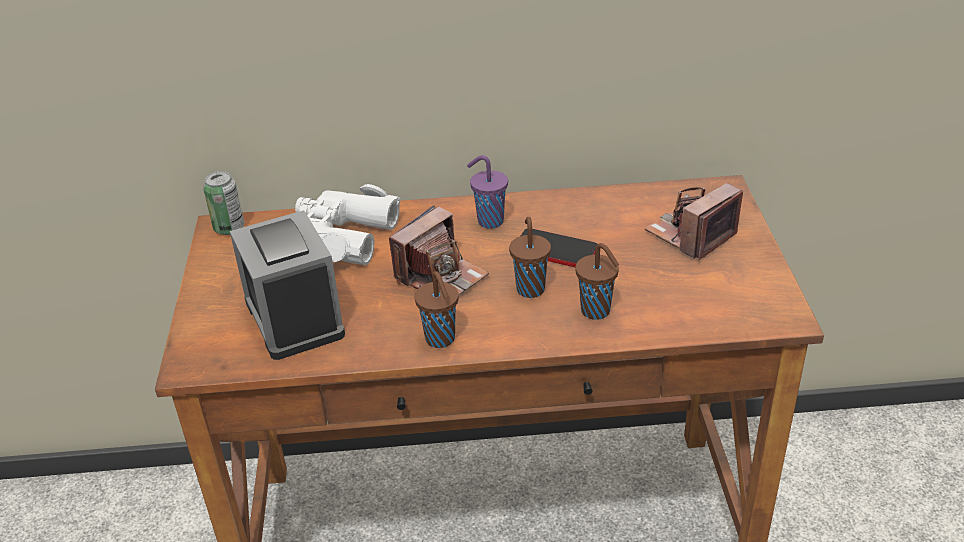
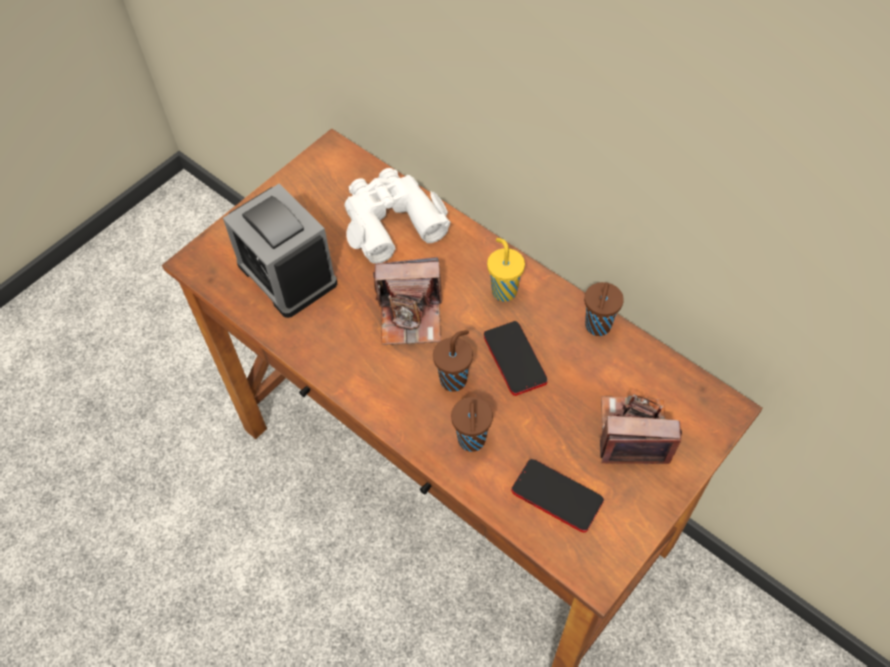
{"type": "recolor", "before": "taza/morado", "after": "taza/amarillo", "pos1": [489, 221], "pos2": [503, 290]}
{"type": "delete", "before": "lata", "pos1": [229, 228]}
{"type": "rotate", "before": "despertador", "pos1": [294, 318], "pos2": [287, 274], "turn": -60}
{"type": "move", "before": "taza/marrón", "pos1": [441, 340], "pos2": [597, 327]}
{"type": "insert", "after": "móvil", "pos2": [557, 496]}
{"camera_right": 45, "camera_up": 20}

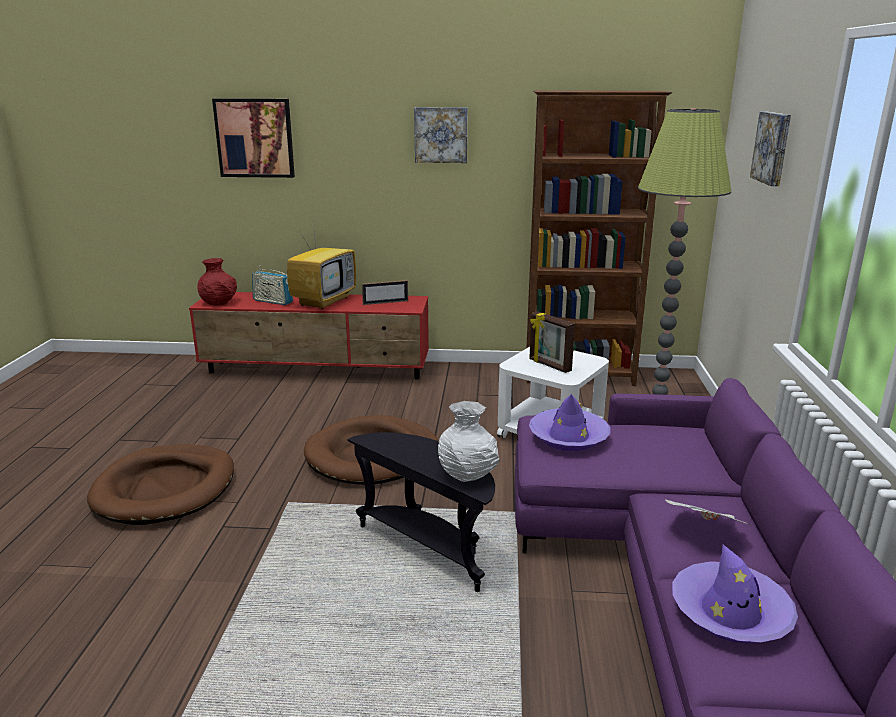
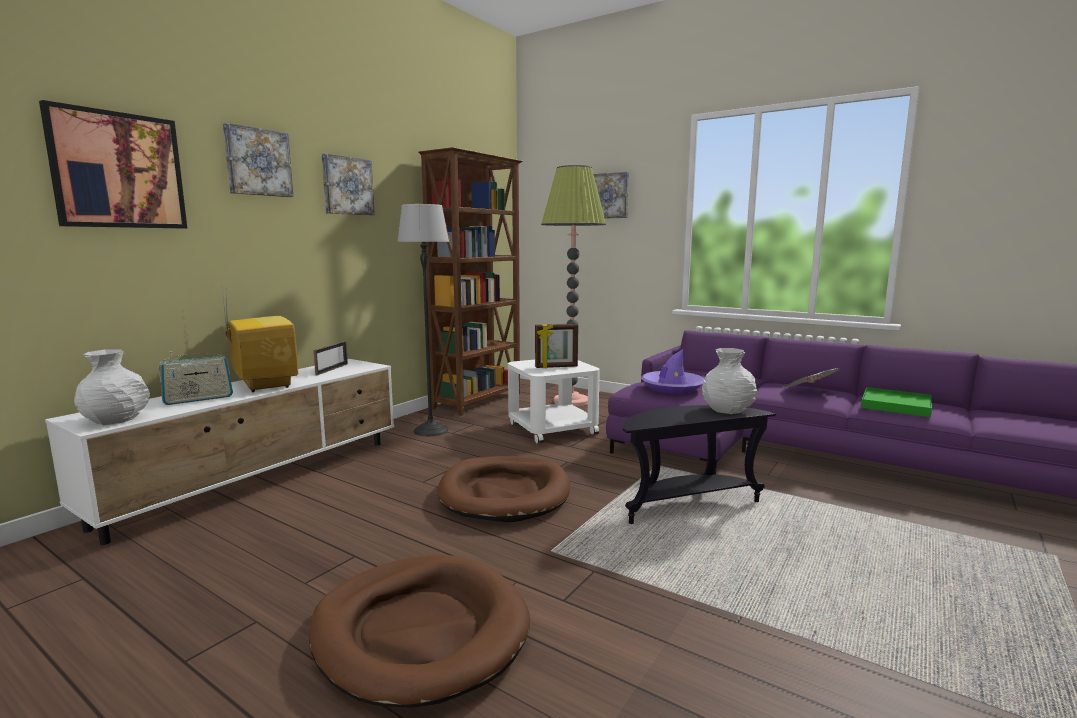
{"type": "recolor", "before": "florero/rojo", "after": "florero/blanco", "pos1": [219, 302], "pos2": [116, 419]}
{"type": "recolor", "before": "mueble de televisión/rojo", "after": "mueble de televisión/blanco", "pos1": [317, 370], "pos2": [260, 479]}
{"type": "replace", "before": "sombrero/morado", "after": "bandeja/verde", "pos1": [730, 612], "pos2": [895, 405]}
{"type": "insert", "after": "cuadro", "pos2": [257, 162]}
{"type": "insert", "after": "lámpara de pie", "pos2": [430, 430]}
{"camera_right": -60, "camera_up": -10}

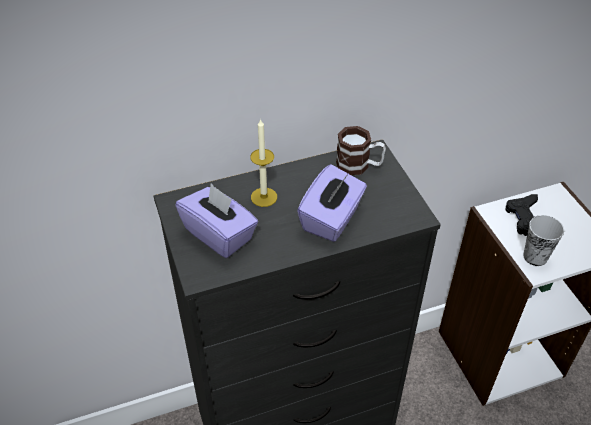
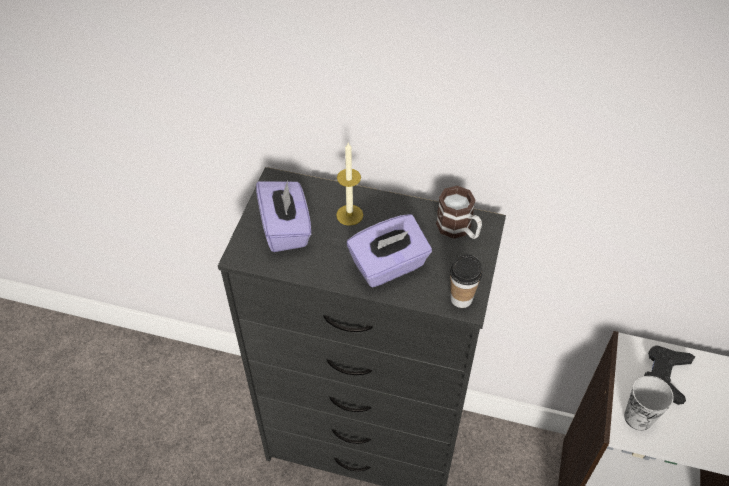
{"type": "insert", "after": "taza", "pos2": [461, 299]}
{"camera_right": 35, "camera_up": 5}

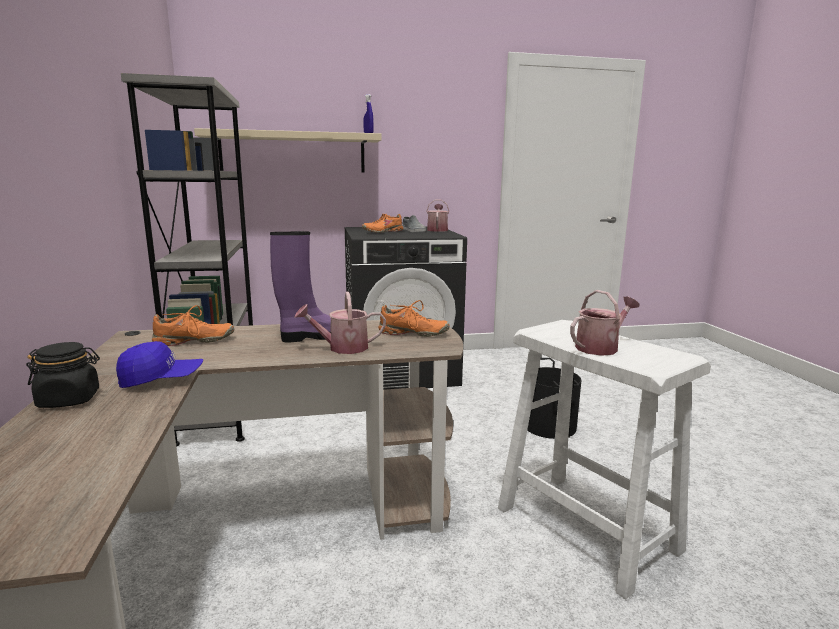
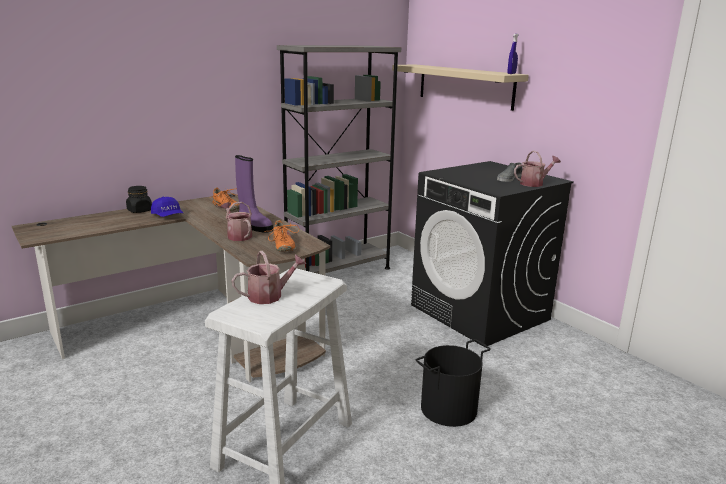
{"type": "delete", "before": "zapato/naranja", "pos1": [383, 231]}
{"type": "rotate", "before": "regadera", "pos1": [600, 347], "pos2": [270, 296], "turn": -60}
{"camera_right": 65, "camera_up": 5}

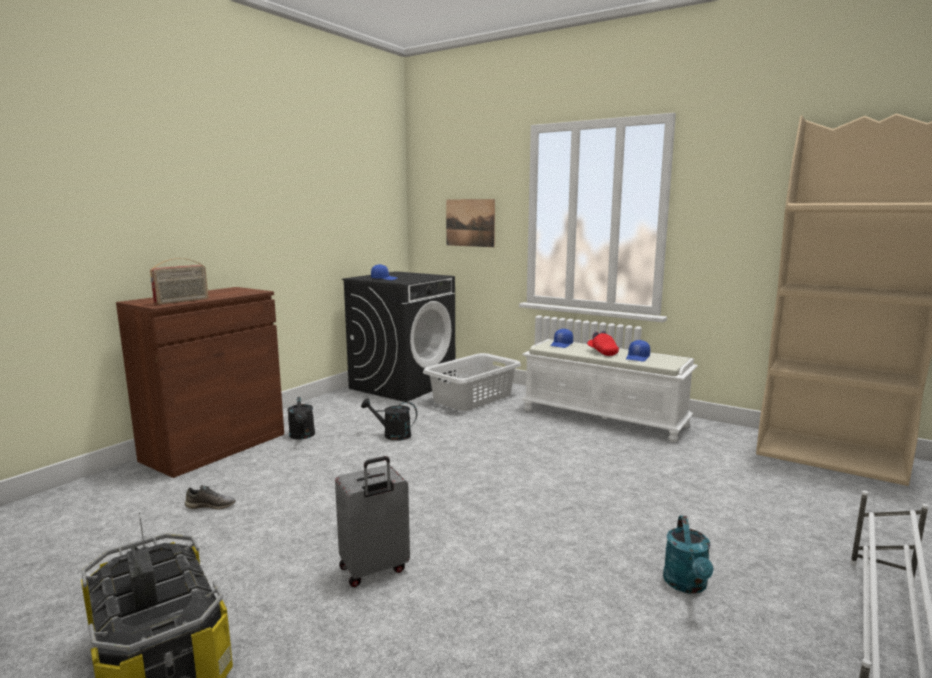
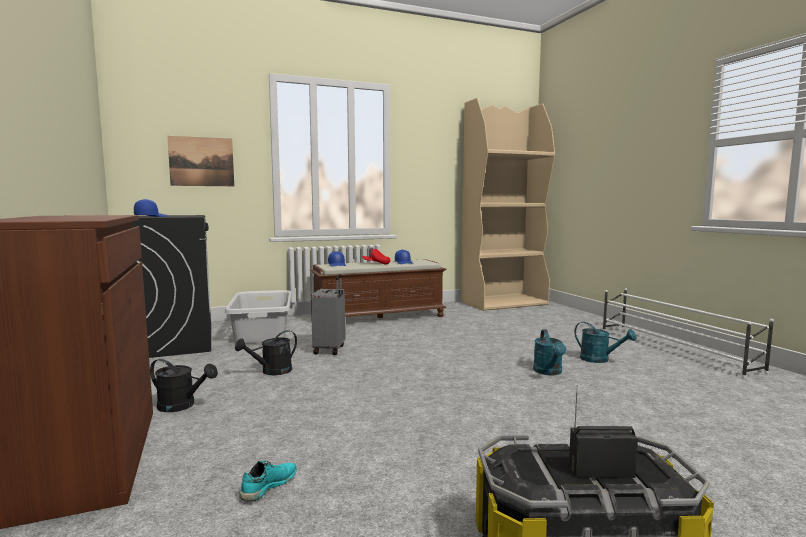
{"type": "delete", "before": "radio", "pos1": [182, 301]}
{"type": "recolor", "before": "banco/blanco", "after": "banco/marrón", "pos1": [604, 417], "pos2": [379, 317]}
{"type": "move", "before": "maleta/gris", "pos1": [374, 570], "pos2": [330, 349]}
{"type": "recolor", "before": "zapato/gris", "after": "zapato/turquesa", "pos1": [211, 505], "pos2": [268, 486]}
{"type": "insert", "after": "regadera/turquesa", "pos2": [549, 372]}
{"camera_right": -55, "camera_up": -5}

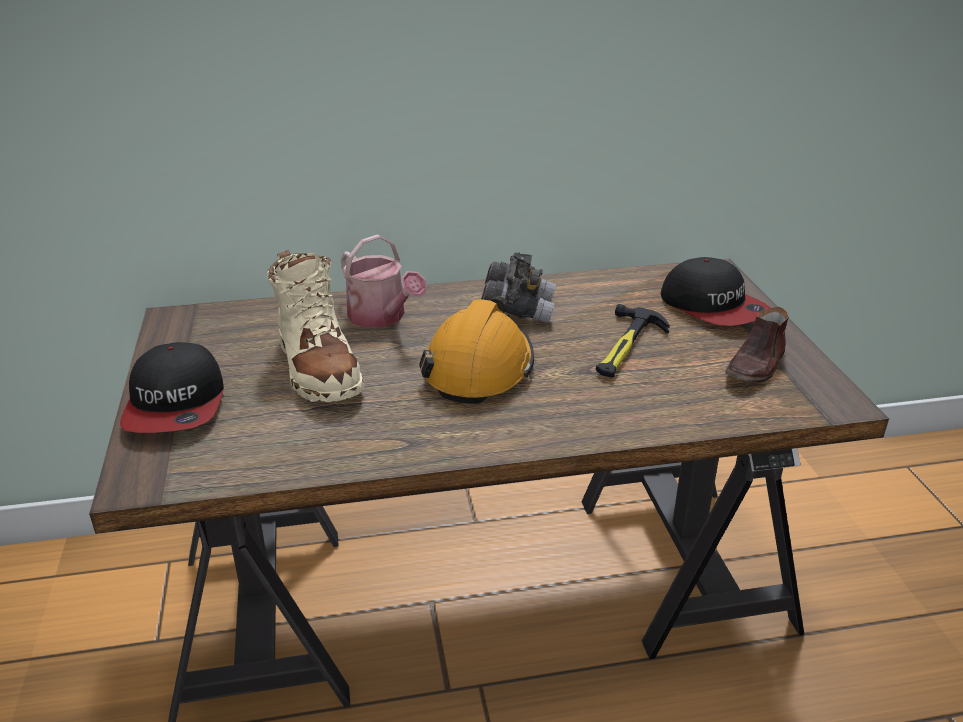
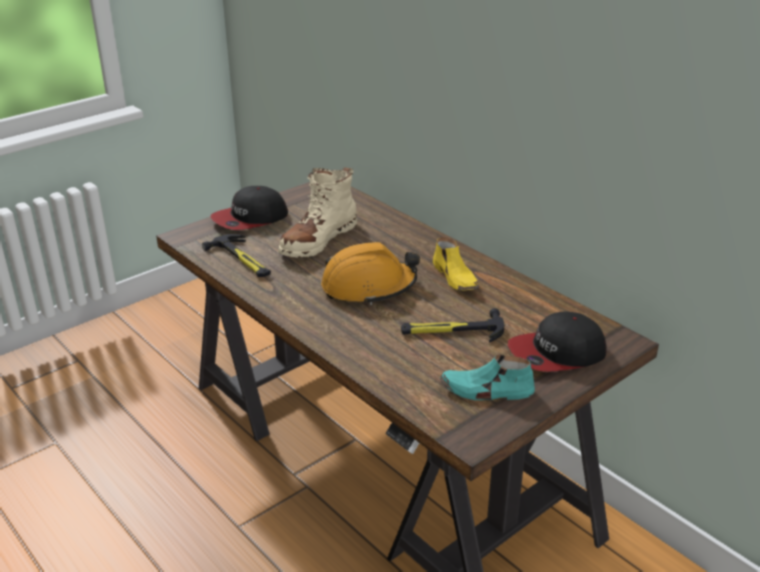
{"type": "delete", "before": "regadera", "pos1": [381, 317]}
{"type": "replace", "before": "prismáticos/gris", "after": "zapato/amarillo", "pos1": [517, 309], "pos2": [456, 278]}
{"type": "rotate", "before": "gorra", "pos1": [713, 307], "pos2": [557, 353], "turn": 45}
{"type": "recolor", "before": "zapato/marrón", "after": "zapato/turquesa", "pos1": [757, 365], "pos2": [486, 391]}
{"type": "insert", "after": "martillo", "pos2": [242, 259]}
{"camera_right": 60, "camera_up": 0}

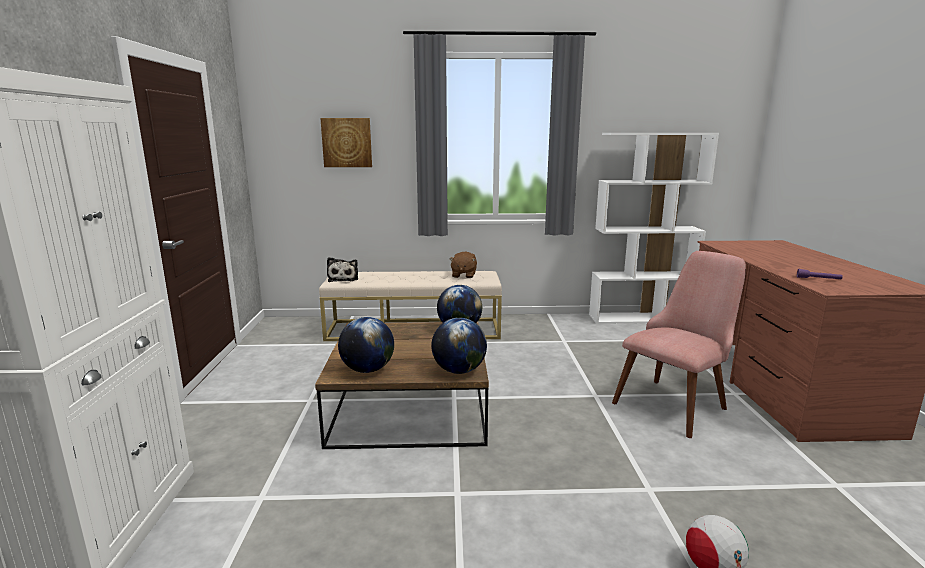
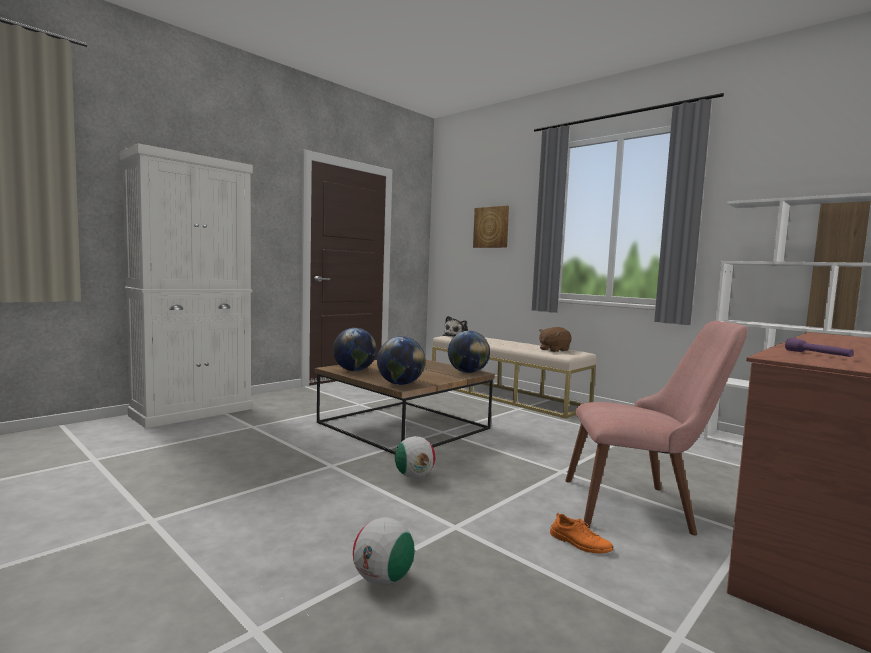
{"type": "insert", "after": "balón de fútbol", "pos2": [414, 476]}
{"type": "insert", "after": "zapato/naranja", "pos2": [580, 543]}
{"camera_right": 45, "camera_up": -10}

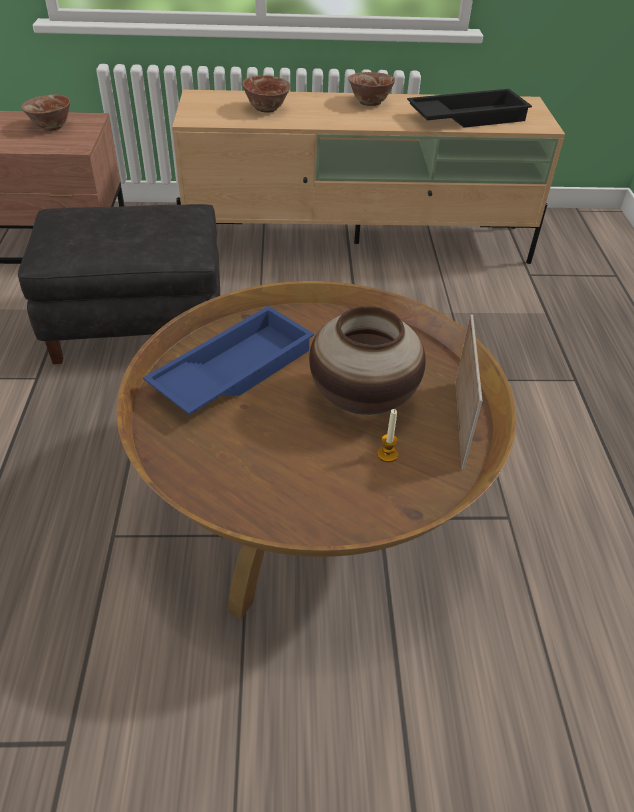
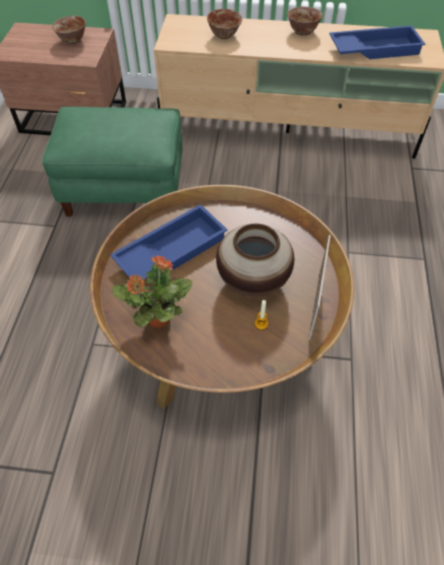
{"type": "recolor", "before": "bandeja/negro", "after": "bandeja/azul", "pos1": [467, 117], "pos2": [374, 48]}
{"type": "recolor", "before": "puf/negro", "after": "puf/verde", "pos1": [139, 323], "pos2": [125, 188]}
{"type": "insert", "after": "planta en maceta", "pos2": [158, 318]}
{"camera_right": 10, "camera_up": 10}

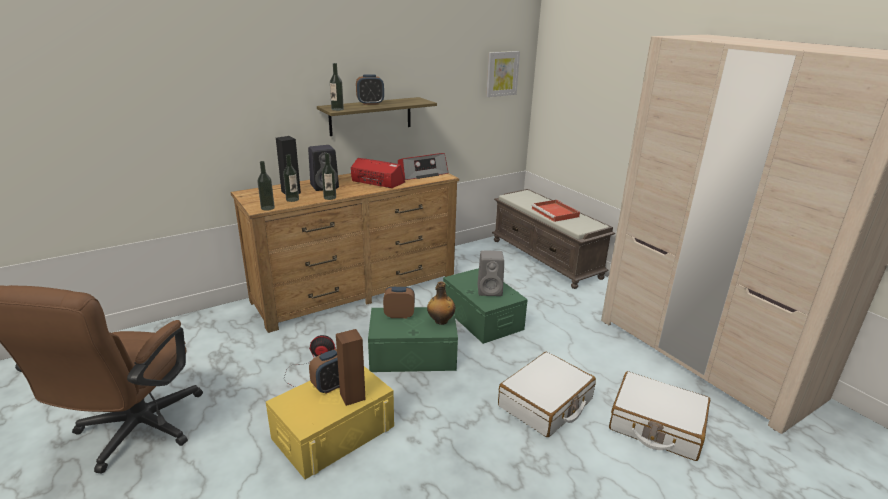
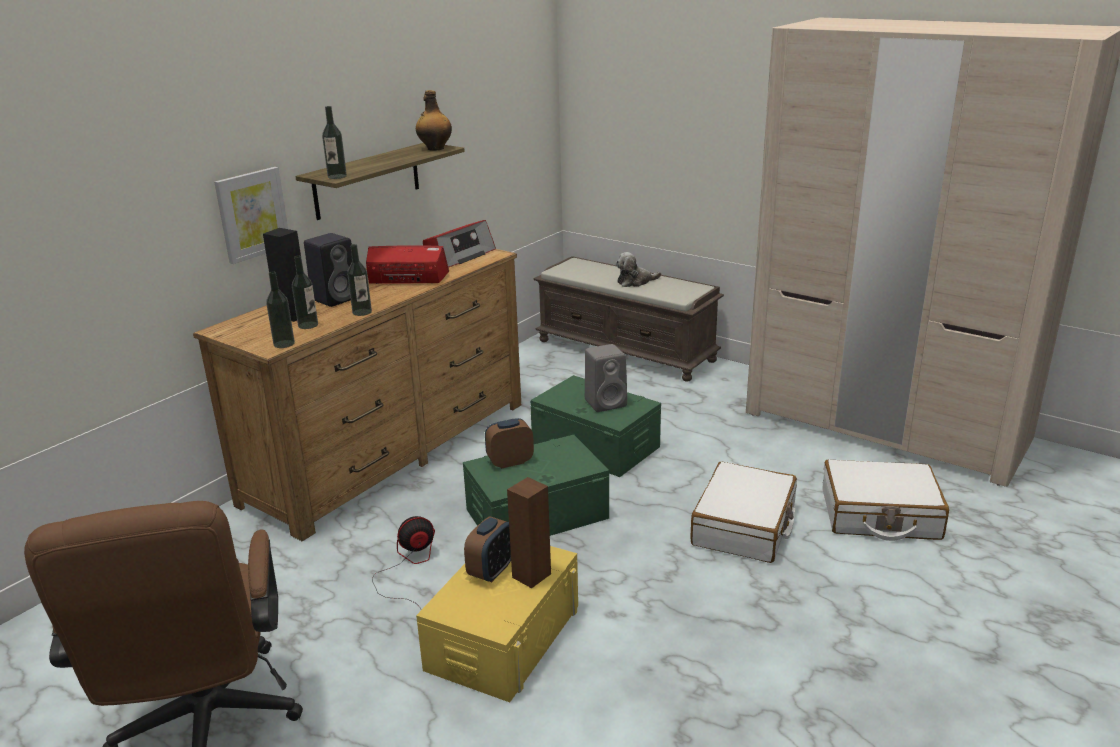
{"type": "move", "before": "cuadro", "pos1": [502, 73], "pos2": [252, 214]}
{"type": "delete", "before": "despertador", "pos1": [370, 103]}
{"type": "replace", "before": "bandeja/rojo", "after": "peluche", "pos1": [555, 213], "pos2": [635, 282]}
{"type": "move", "before": "botella", "pos1": [440, 321], "pos2": [435, 149]}
{"camera_right": -20, "camera_up": 0}

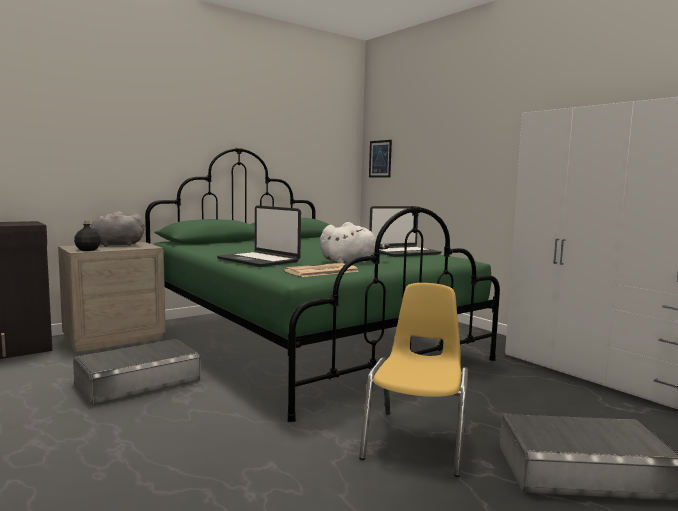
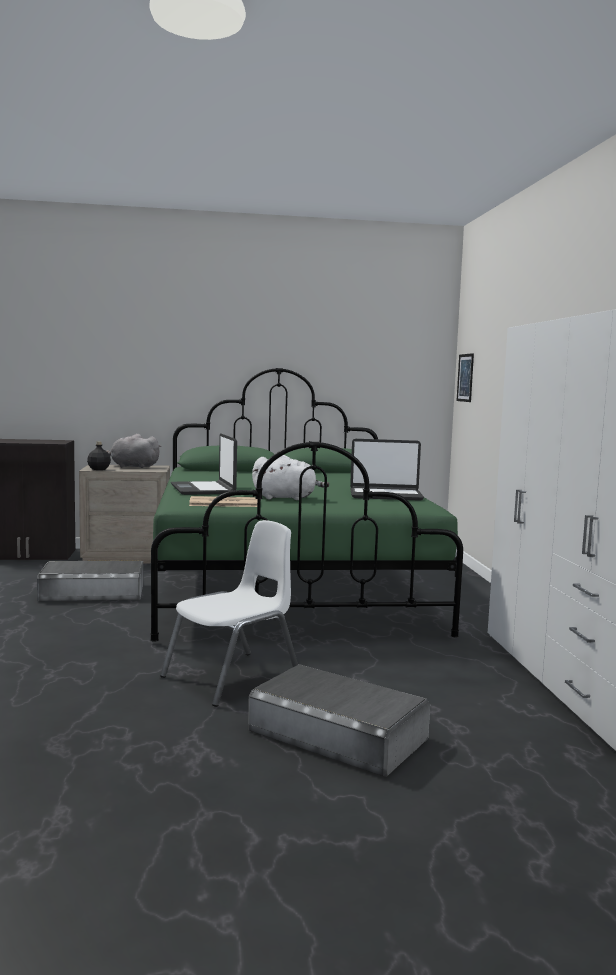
{"type": "recolor", "before": "silla/amarillo", "after": "silla/blanco", "pos1": [417, 440], "pos2": [233, 677]}
{"camera_right": 30, "camera_up": 0}

